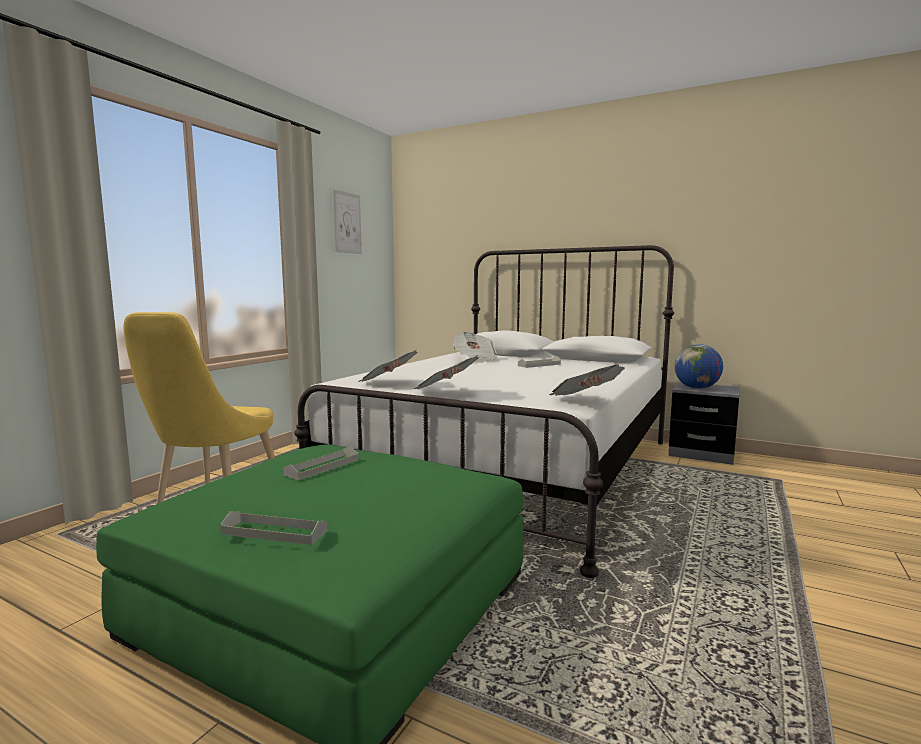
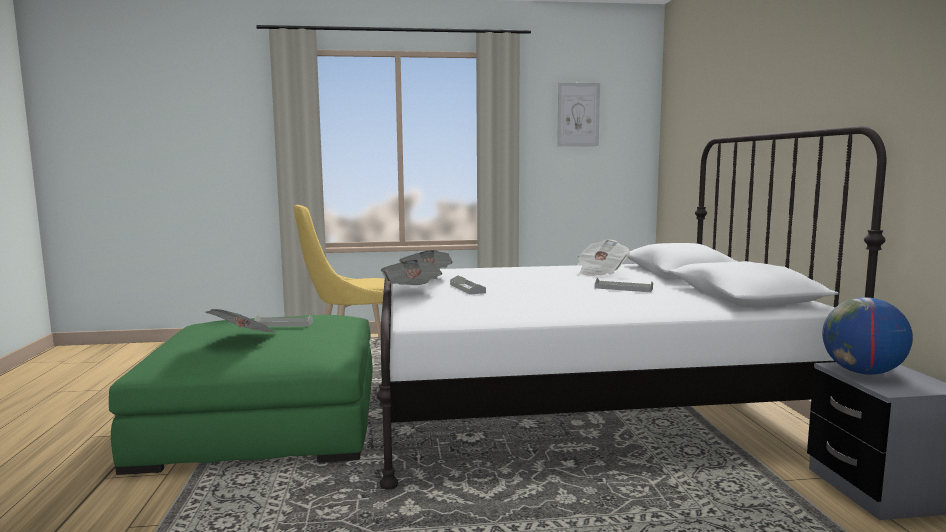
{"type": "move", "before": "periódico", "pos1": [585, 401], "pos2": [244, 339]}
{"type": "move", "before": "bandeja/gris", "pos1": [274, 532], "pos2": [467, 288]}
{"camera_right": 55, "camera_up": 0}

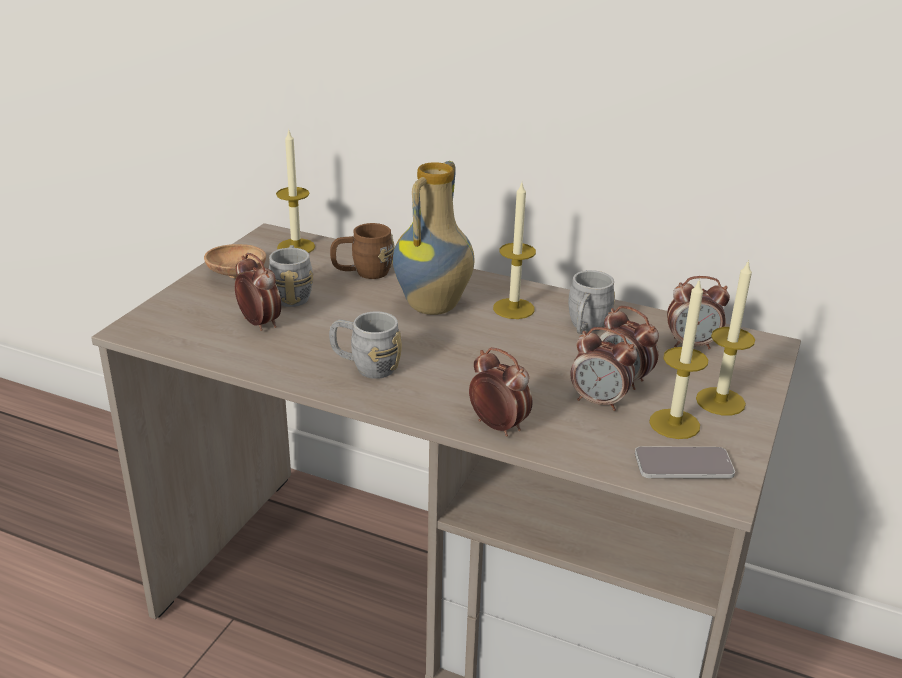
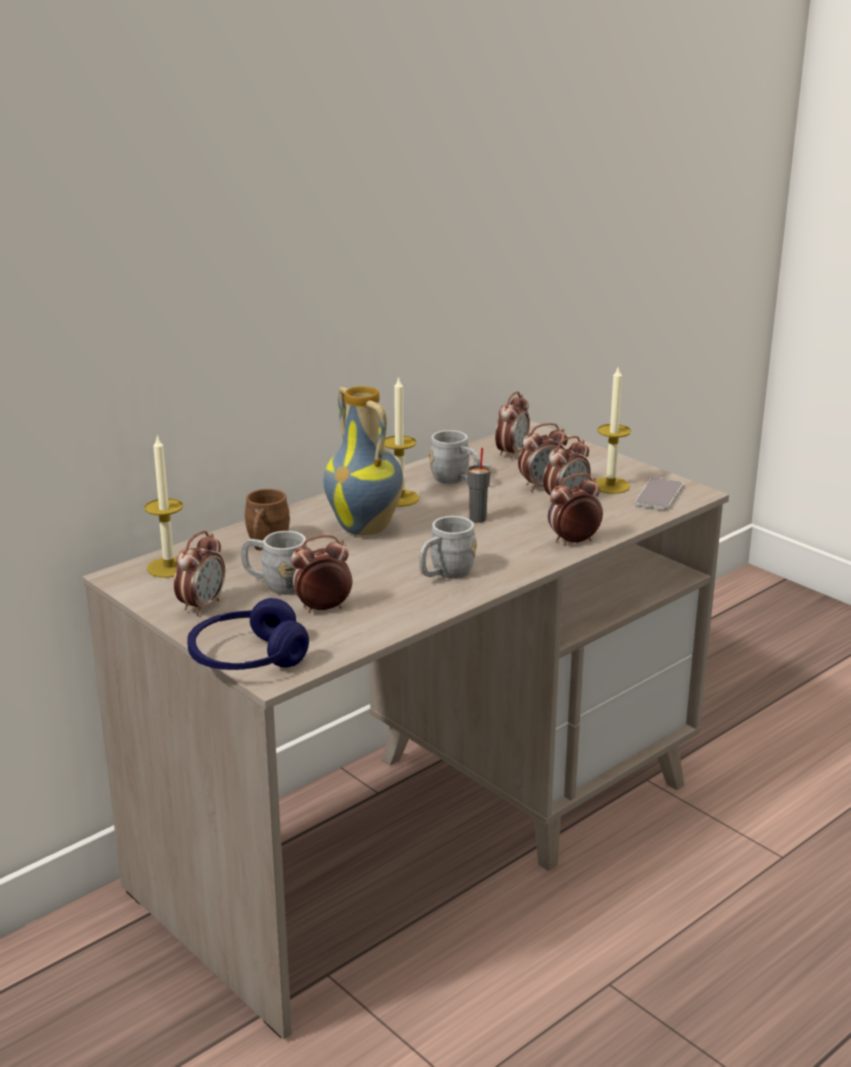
{"type": "replace", "before": "cuenco/marrón", "after": "despertador", "pos1": [237, 275], "pos2": [202, 606]}
{"type": "delete", "before": "vela", "pos1": [720, 401]}
{"type": "insert", "after": "taza/gris", "pos2": [478, 518]}
{"type": "insert", "after": "auriculares/azul", "pos2": [247, 659]}
{"camera_right": -65, "camera_up": -5}

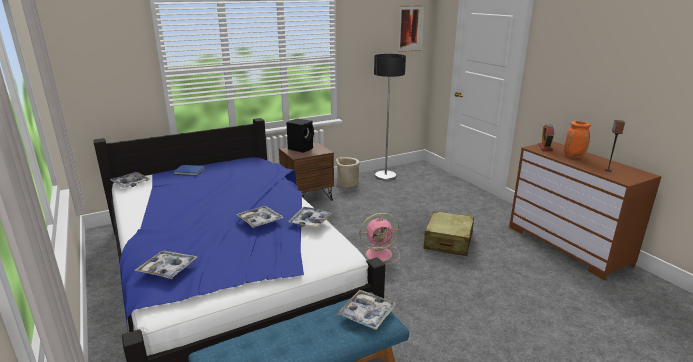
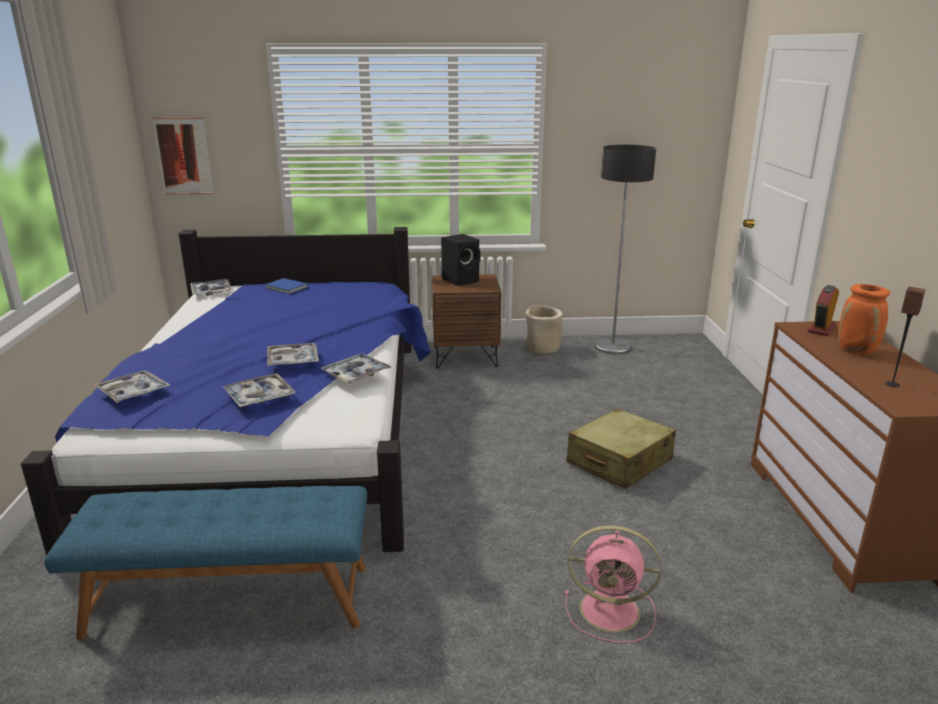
{"type": "move", "before": "cuadro", "pos1": [411, 28], "pos2": [183, 156]}
{"type": "move", "before": "ventilador/rosa", "pos1": [380, 254], "pos2": [612, 611]}
{"type": "move", "before": "bandeja", "pos1": [367, 314], "pos2": [259, 397]}
{"camera_right": 25, "camera_up": 0}

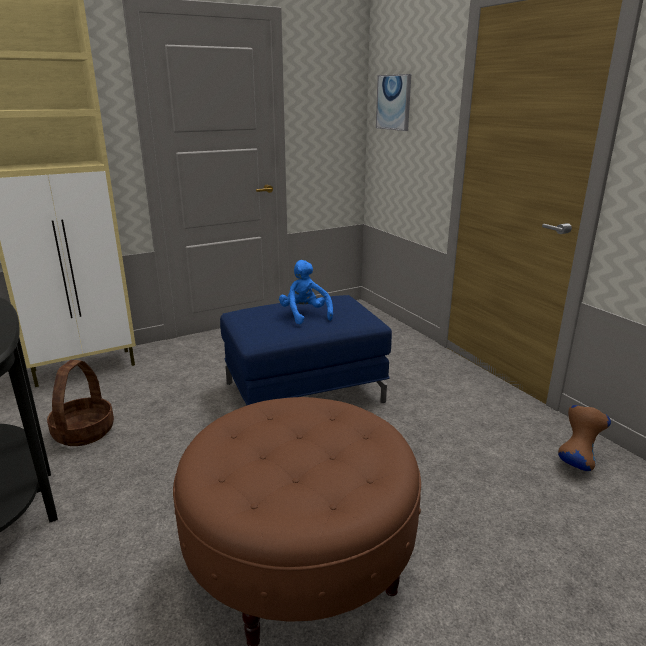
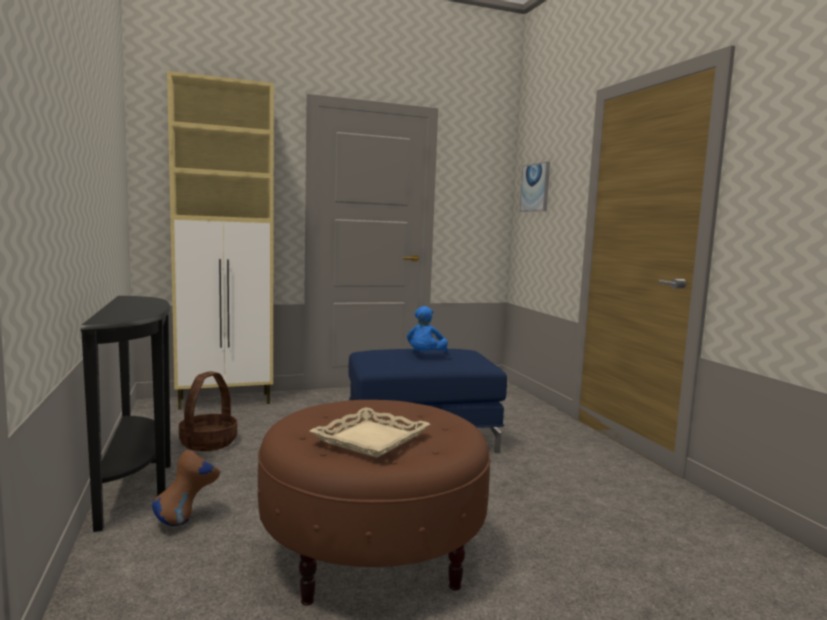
{"type": "rotate", "before": "peluche/azul", "pos1": [305, 315], "pos2": [425, 356], "turn": -150}
{"type": "move", "before": "florero/marrón", "pos1": [576, 461], "pos2": [187, 519]}
{"type": "insert", "after": "bandeja/beis", "pos2": [370, 438]}
{"camera_right": 10, "camera_up": -15}

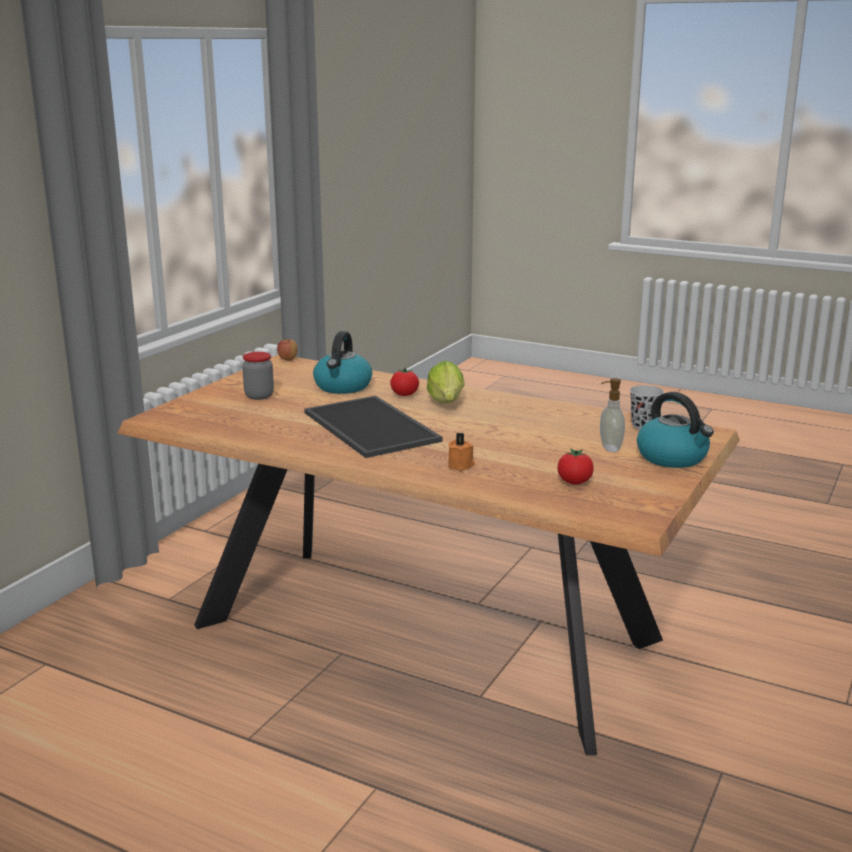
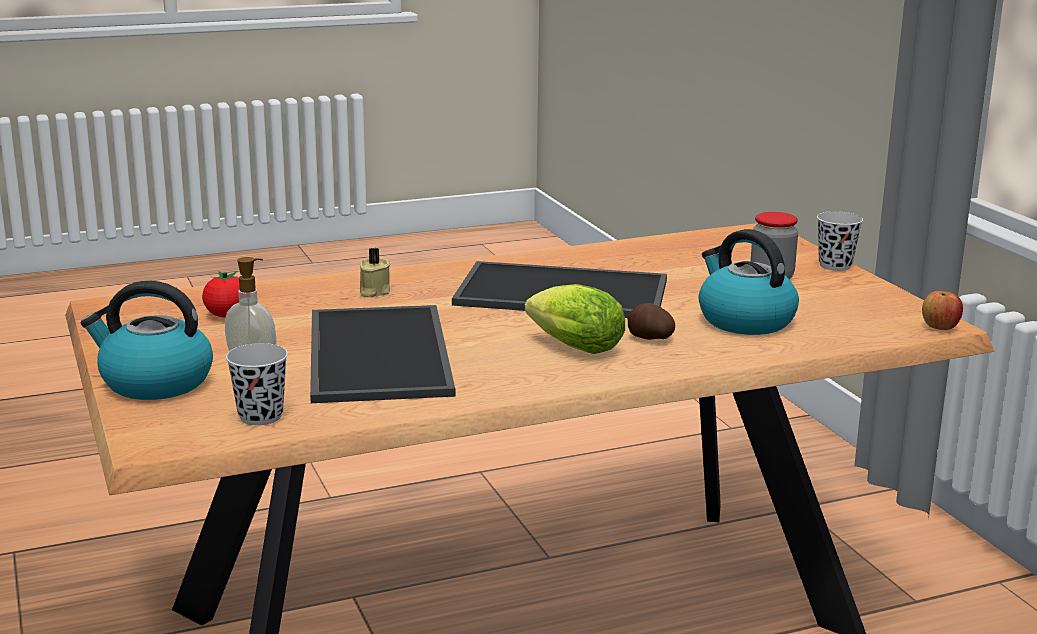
{"type": "replace", "before": "tomate", "after": "patata", "pos1": [404, 395], "pos2": [650, 339]}
{"type": "recolor", "before": "vela/naranja", "after": "vela/beis", "pos1": [461, 465], "pos2": [373, 292]}
{"type": "insert", "after": "taza/negro", "pos2": [835, 265]}
{"type": "insert", "after": "bandeja", "pos2": [382, 354]}
{"camera_right": 130, "camera_up": 0}

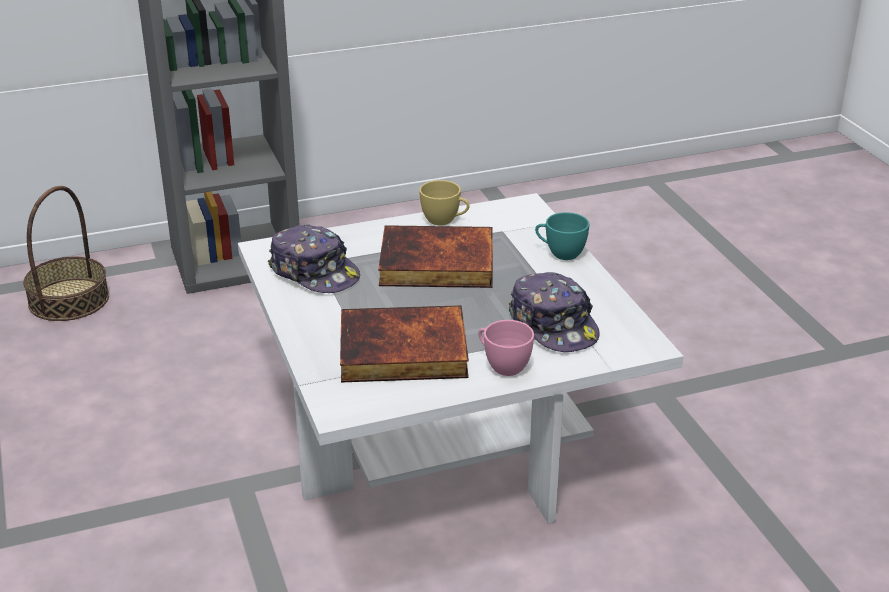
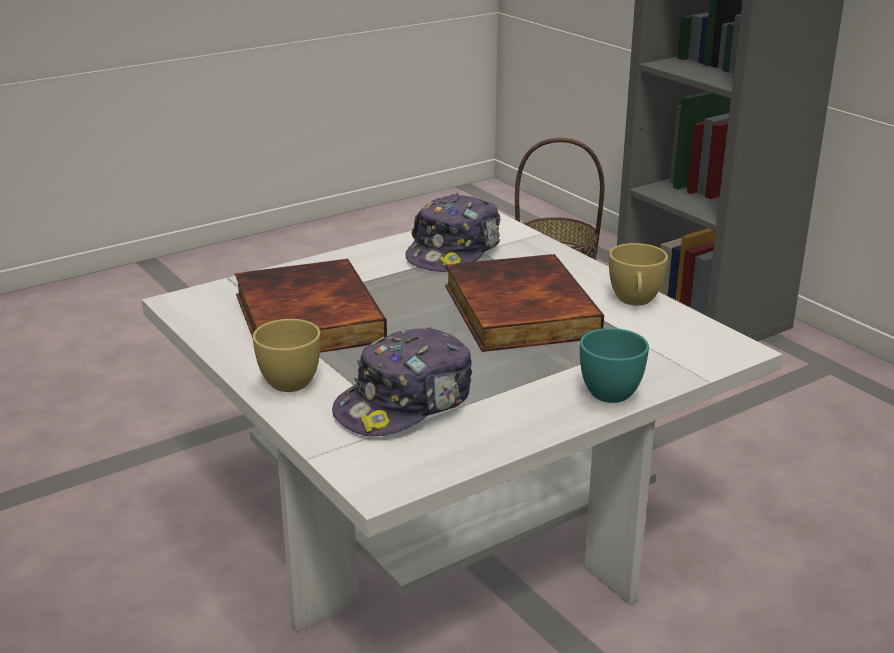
{"type": "recolor", "before": "taza/rosa", "after": "taza/amarillo", "pos1": [502, 365], "pos2": [294, 379]}
{"camera_right": 75, "camera_up": -5}

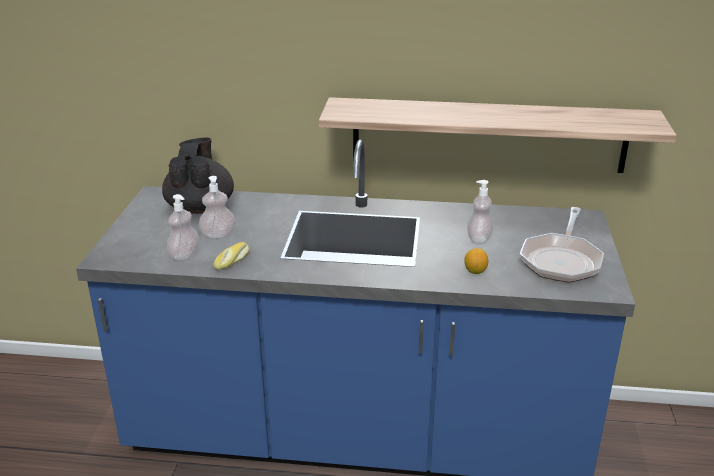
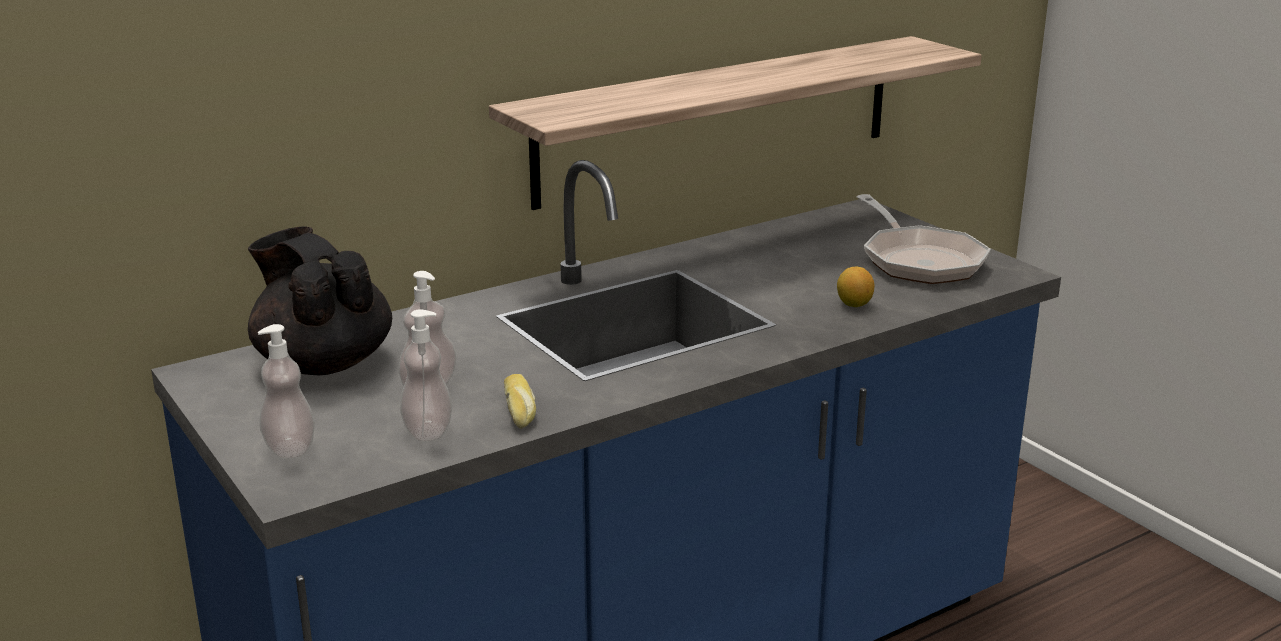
{"type": "move", "before": "dispensador de jabón", "pos1": [479, 239], "pos2": [290, 449]}
{"camera_right": -40, "camera_up": -5}

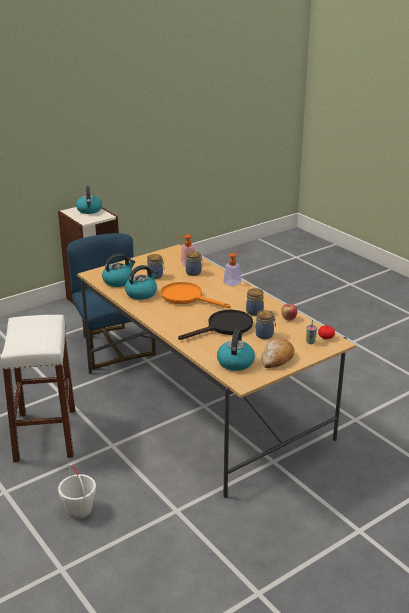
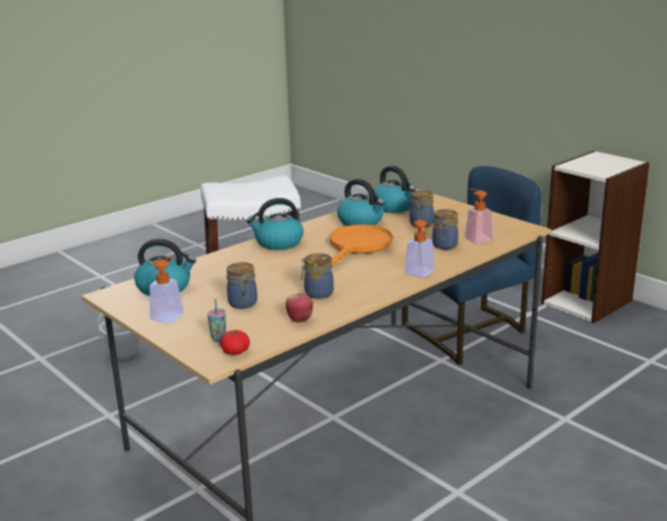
{"type": "move", "before": "hervidor", "pos1": [89, 210], "pos2": [278, 243]}
{"type": "delete", "before": "sartén/negro", "pos1": [224, 327]}
{"type": "replace", "before": "pan", "after": "dispensador de jabón", "pos1": [276, 358], "pos2": [170, 314]}
{"camera_right": 85, "camera_up": -5}

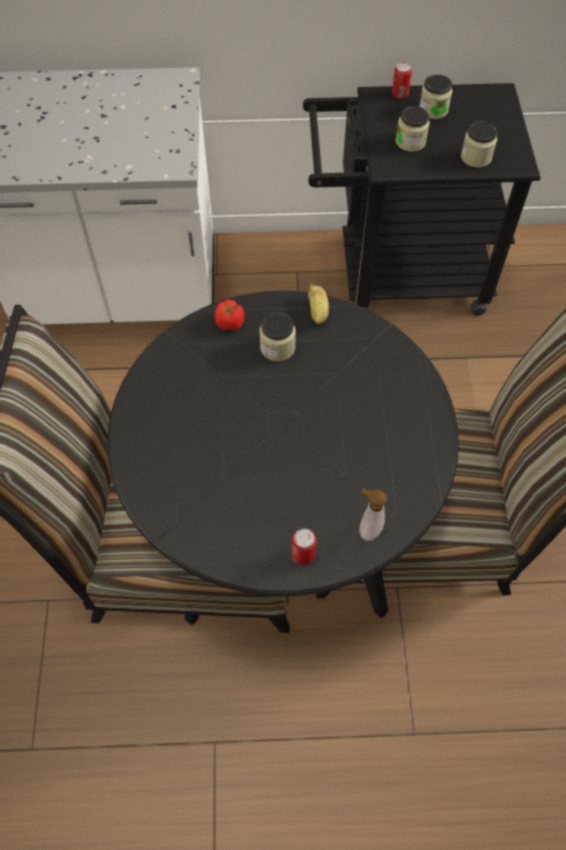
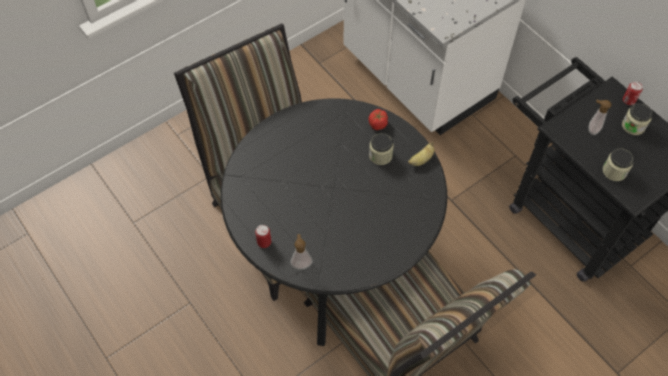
{"type": "replace", "before": "tarro", "after": "dispensador de jabón", "pos1": [410, 142], "pos2": [591, 129]}
{"camera_right": 55, "camera_up": 0}

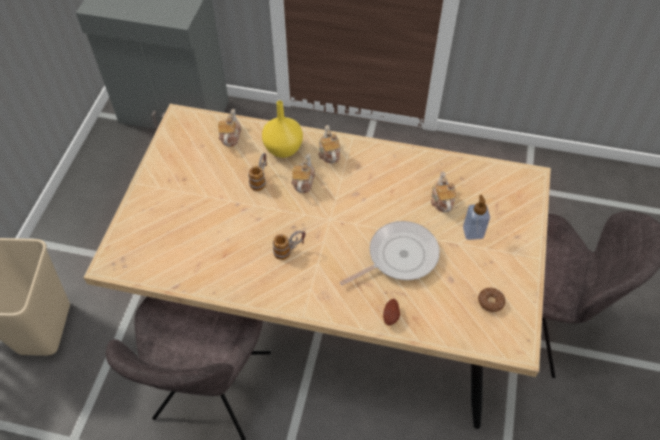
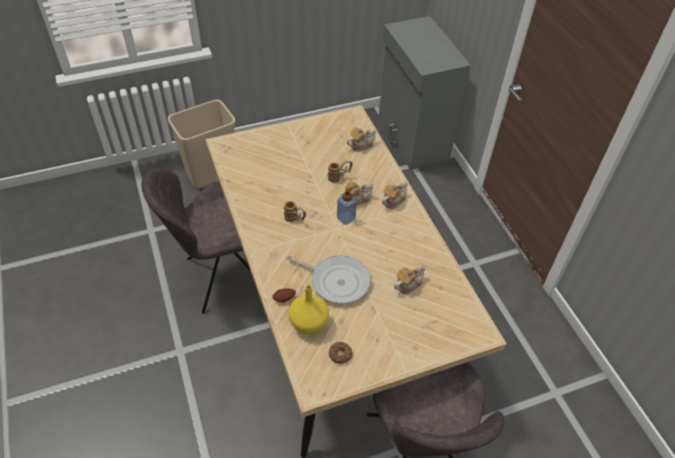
{"type": "move", "before": "florero/amarillo", "pos1": [283, 148], "pos2": [309, 323]}
{"type": "move", "before": "dispensador de jabón", "pos1": [473, 232], "pos2": [346, 218]}
{"camera_right": 55, "camera_up": -5}

